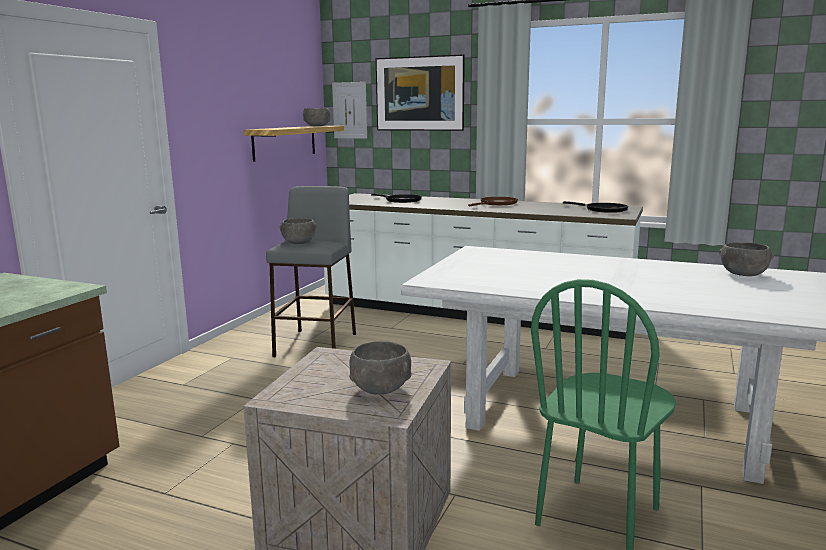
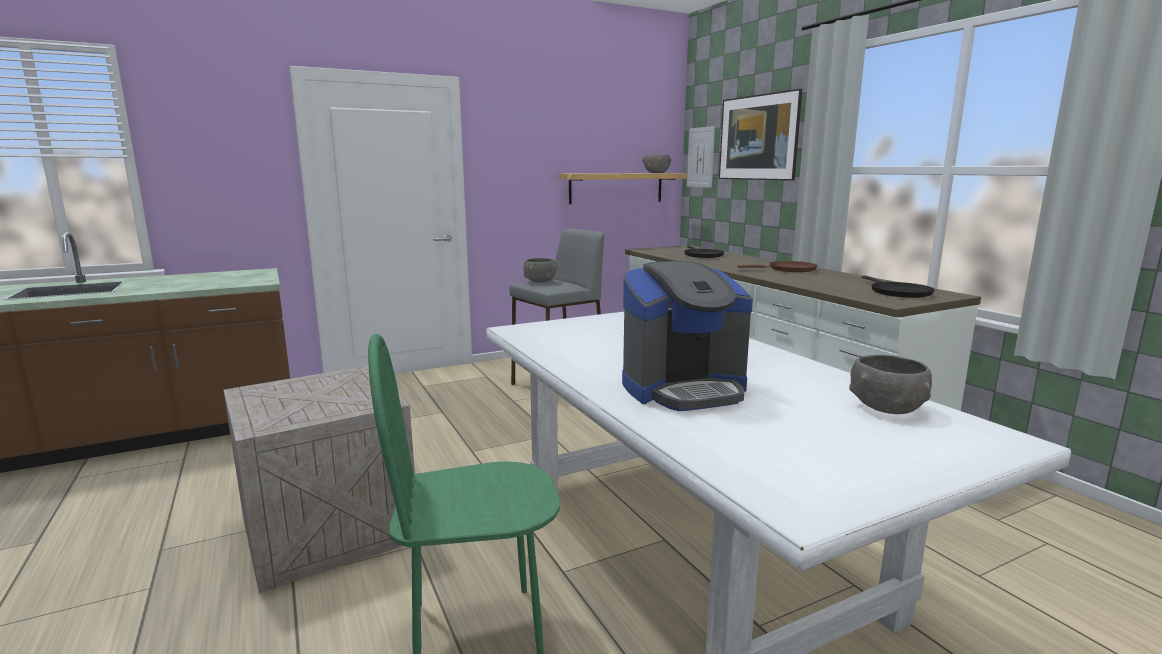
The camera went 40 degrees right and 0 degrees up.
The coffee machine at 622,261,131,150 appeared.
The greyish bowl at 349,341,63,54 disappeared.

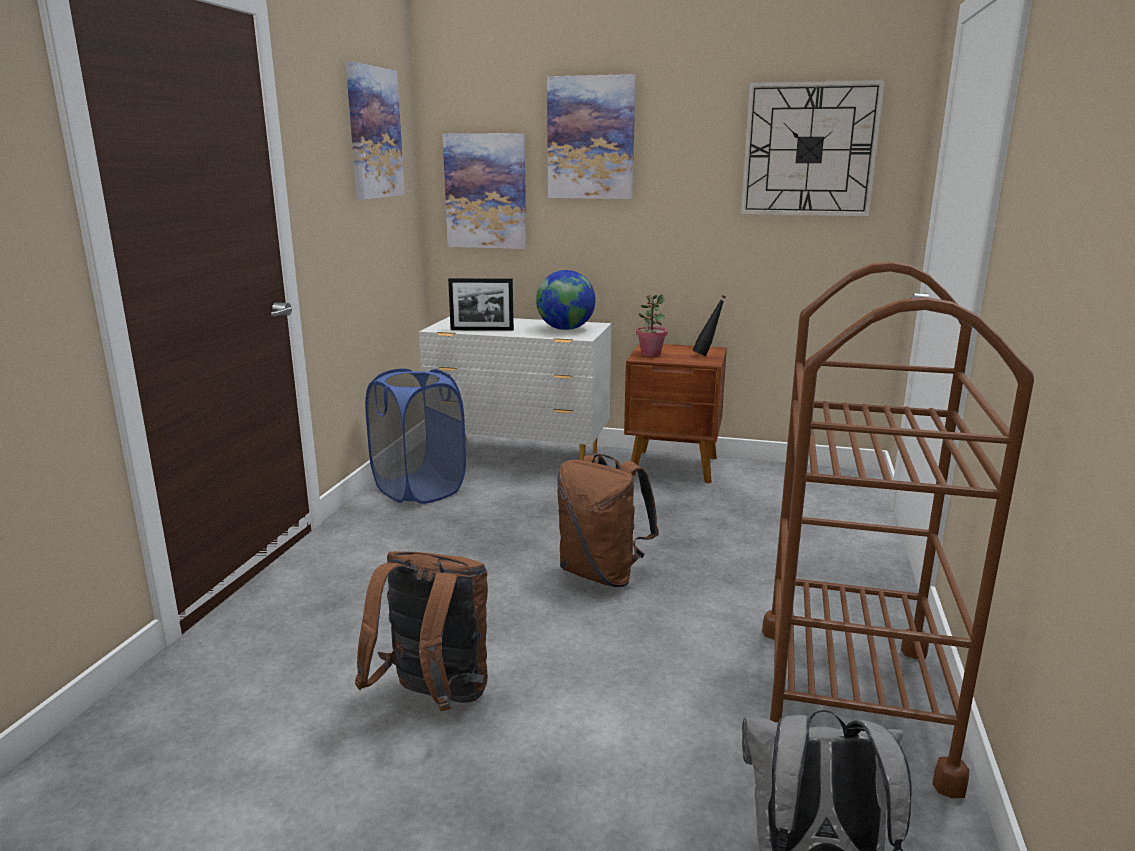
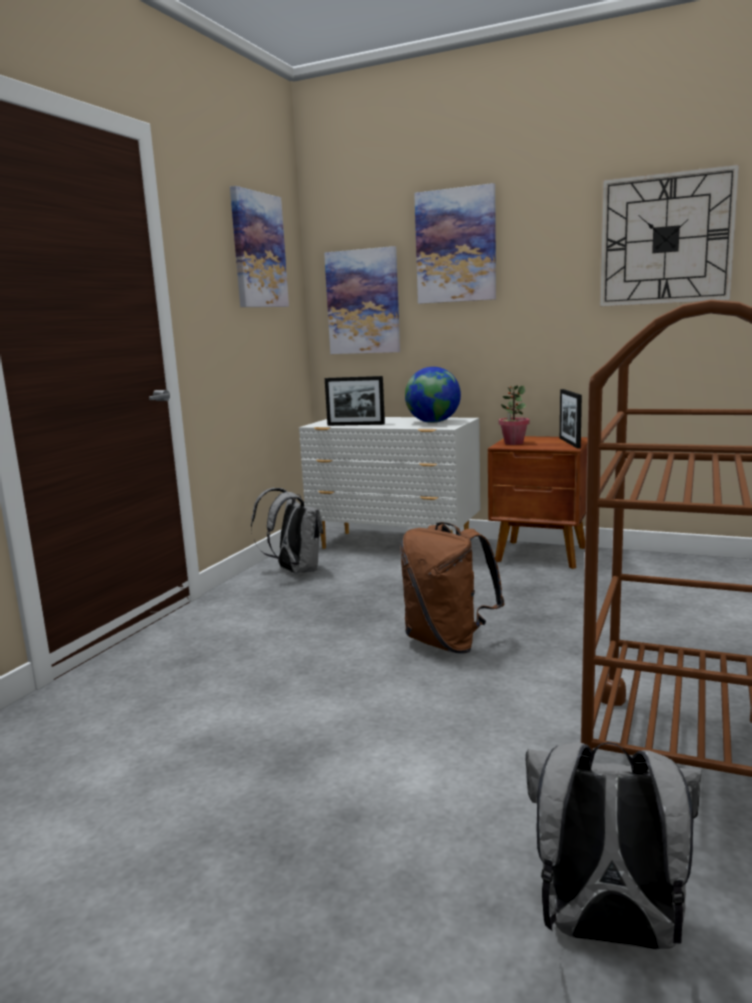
The camera went 10 degrees right and 5 degrees down.
The blue-coloured hamper at 365,369,101,135 was replaced by the greyish rucksack at 251,488,72,86.
The black drink bottle at 693,295,33,61 was replaced by the picture frame at 560,389,22,59.
The brownish rucksack at 355,551,133,160 disappeared.

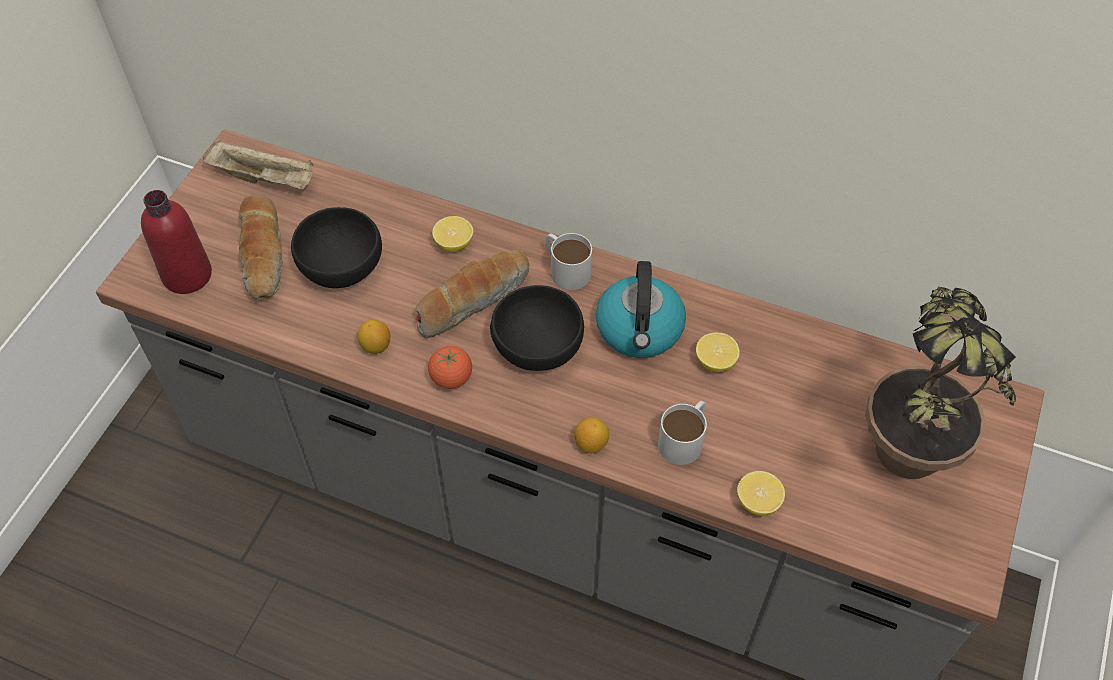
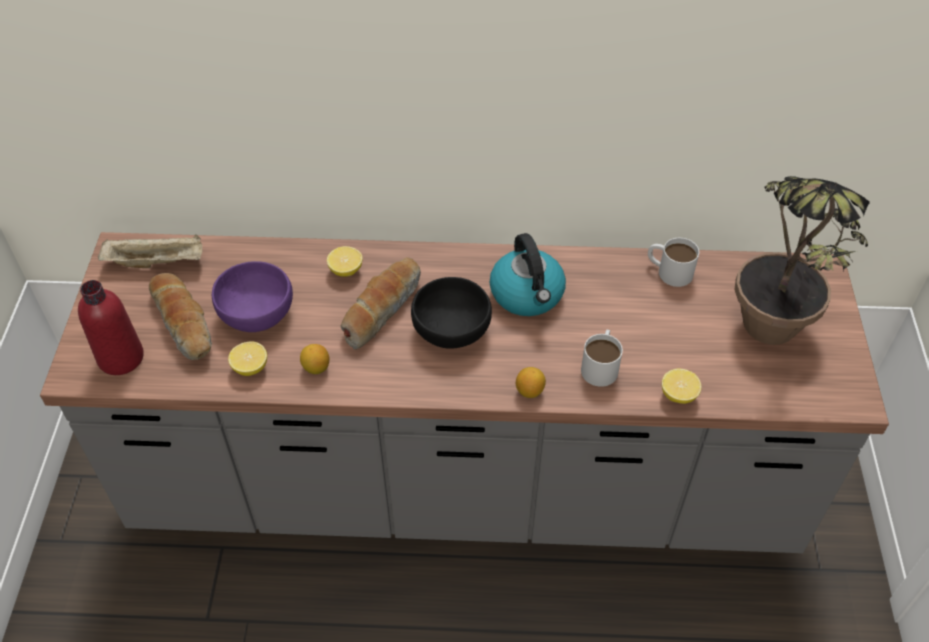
The camera went 20 degrees left and 5 degrees down.
The black bowl at 291,207,91,81 became the purple bowl at 212,261,81,71.
The citrus fruit moved from 696,333,44,39 to 228,341,39,35.
The white coffee mug moved from 545,233,47,57 to 648,238,51,49.
The fresh tomato at 428,346,44,43 disappeared.

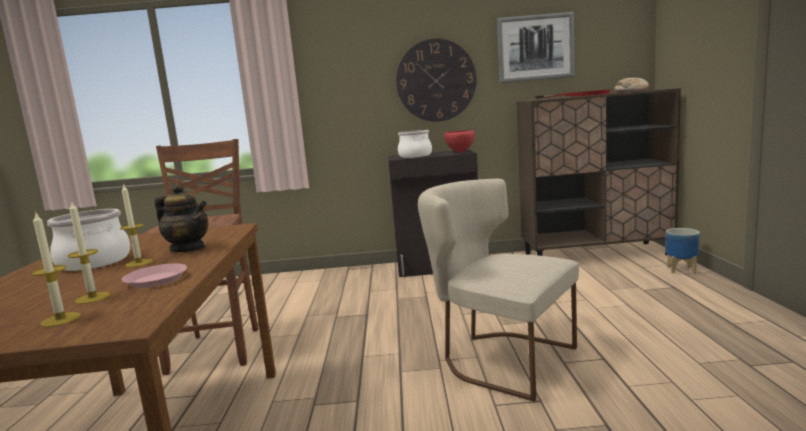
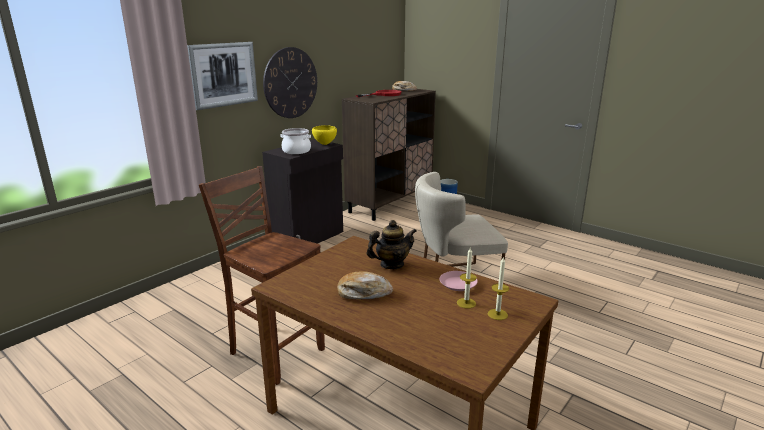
The camera went 50 degrees left and 10 degrees up.
The picture moved from 497,12,78,71 to 187,42,71,68.
The red bowl at 444,130,31,23 became the yellow-coloured bowl at 312,125,25,20.
The stockpot at 47,209,83,62 was replaced by the bread at 337,271,56,28.
The wax light at 120,183,32,84 disappeared.

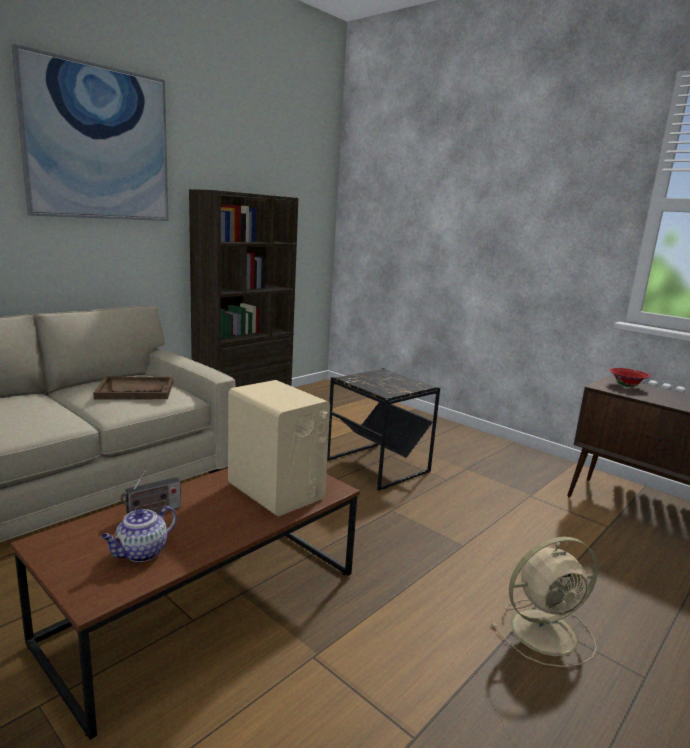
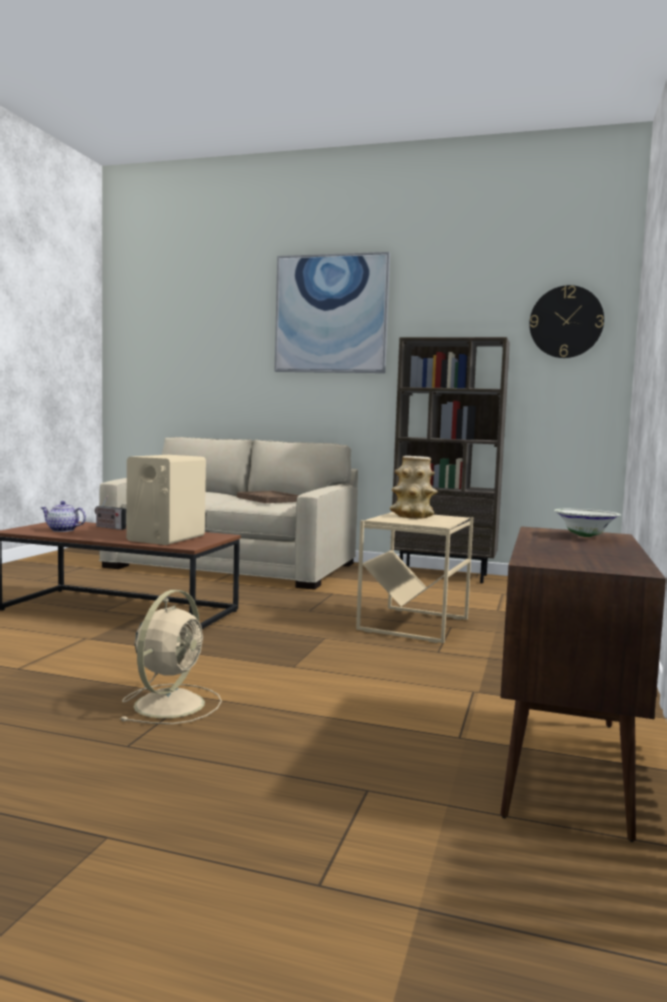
The camera went 65 degrees right and 10 degrees down.
The beige fan at 491,537,107,130 turned 120 degrees counterclockwise.
The black accent table at 327,368,113,123 became the beige accent table at 356,512,117,131.
The vase at 390,456,48,62 appeared.
The wall clock at 529,285,75,73 appeared.
The red bowl at 609,368,41,19 became the white bowl at 554,509,67,28.

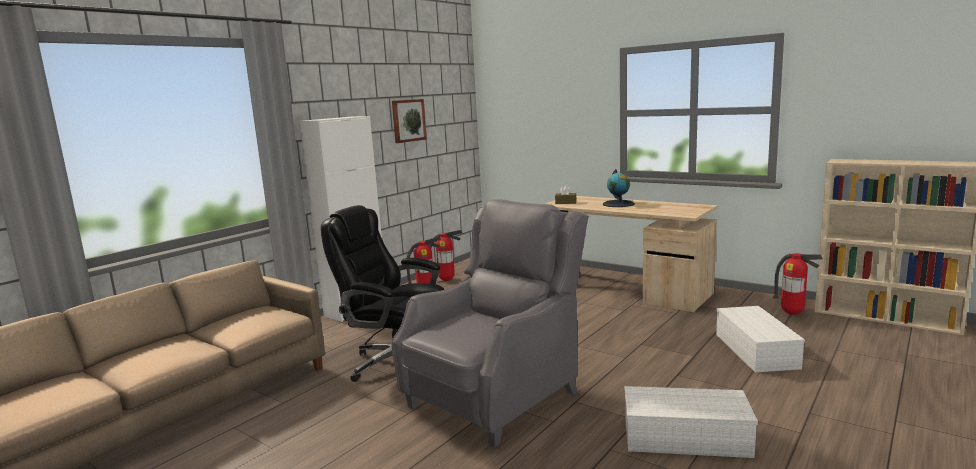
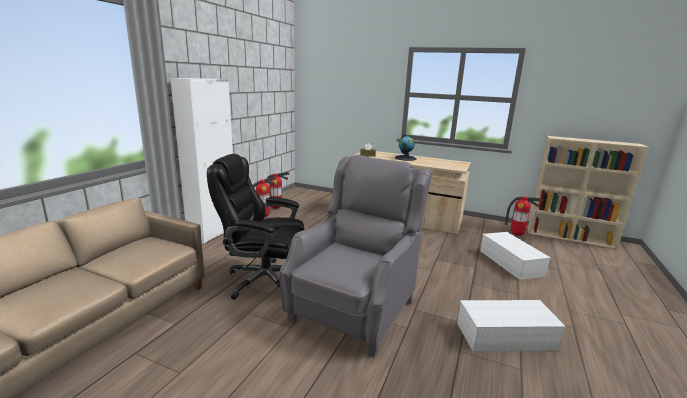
The camera went 15 degrees left and 5 degrees up.
The picture at 392,99,35,44 disappeared.

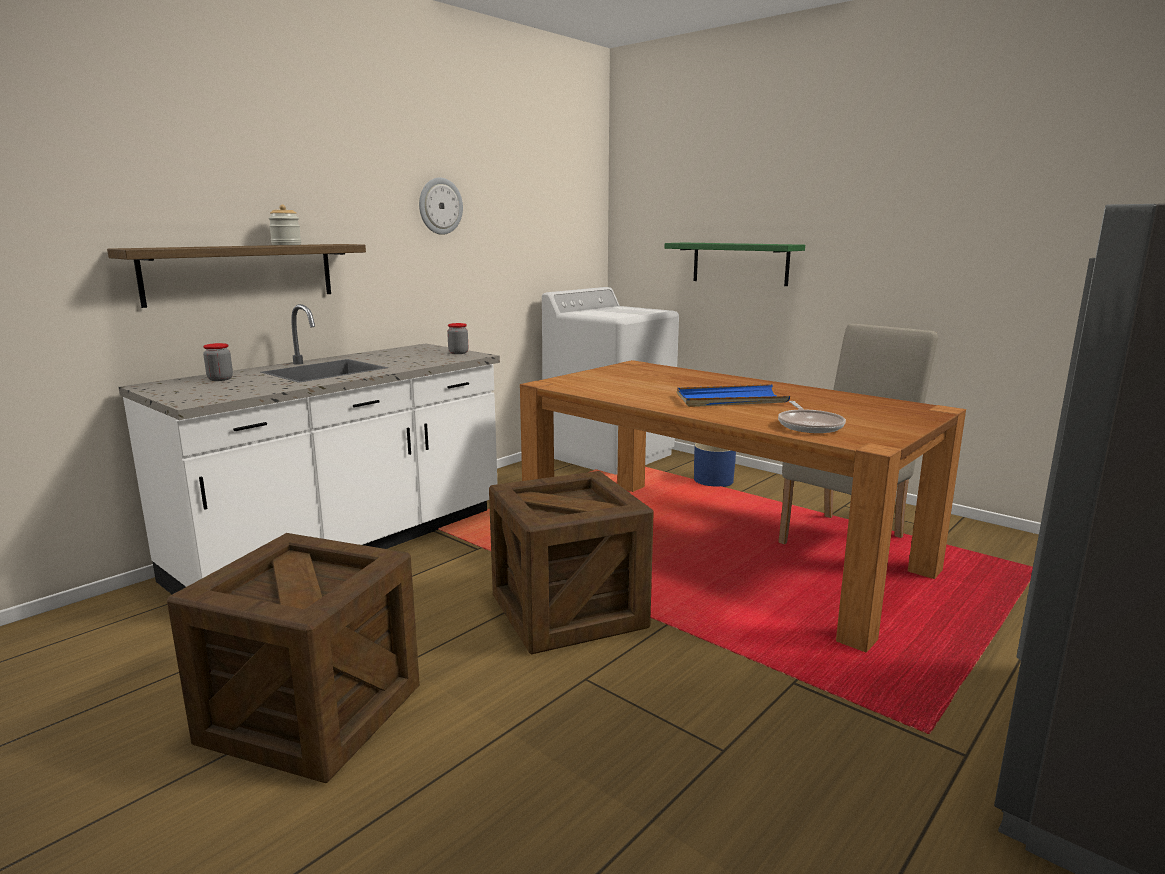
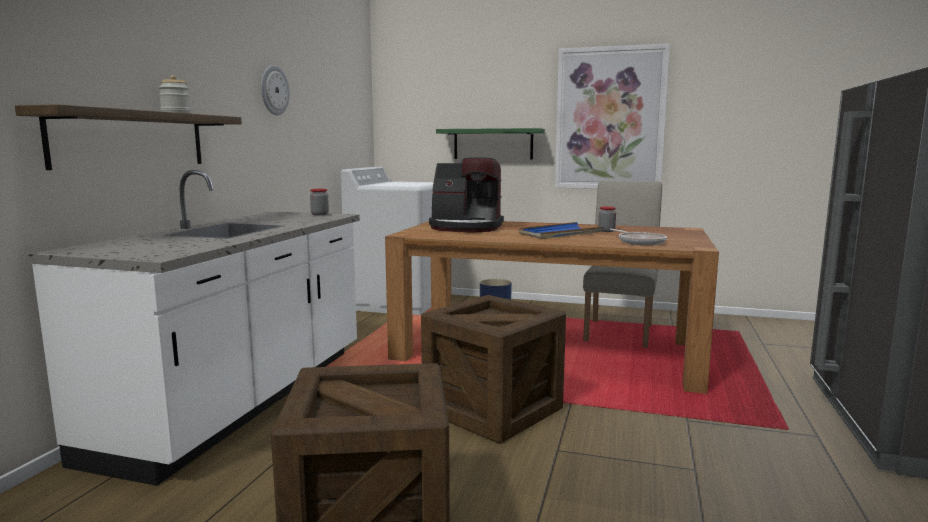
The camera went 25 degrees left and 5 degrees down.
The coffee machine at 429,157,75,75 appeared.
The picture at 555,44,115,145 appeared.
The preserve jar moved from 203,343,30,38 to 598,206,18,26.

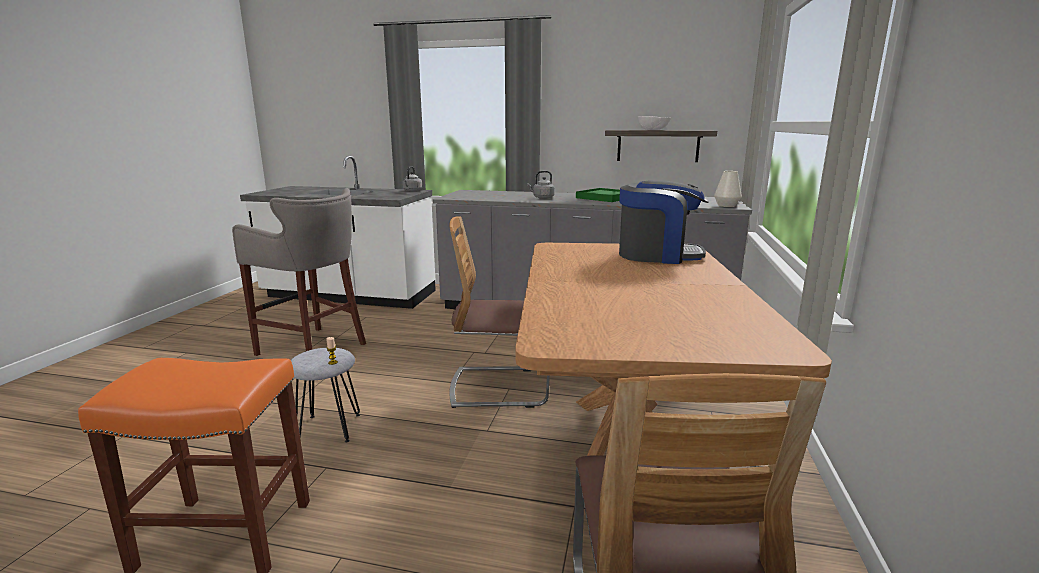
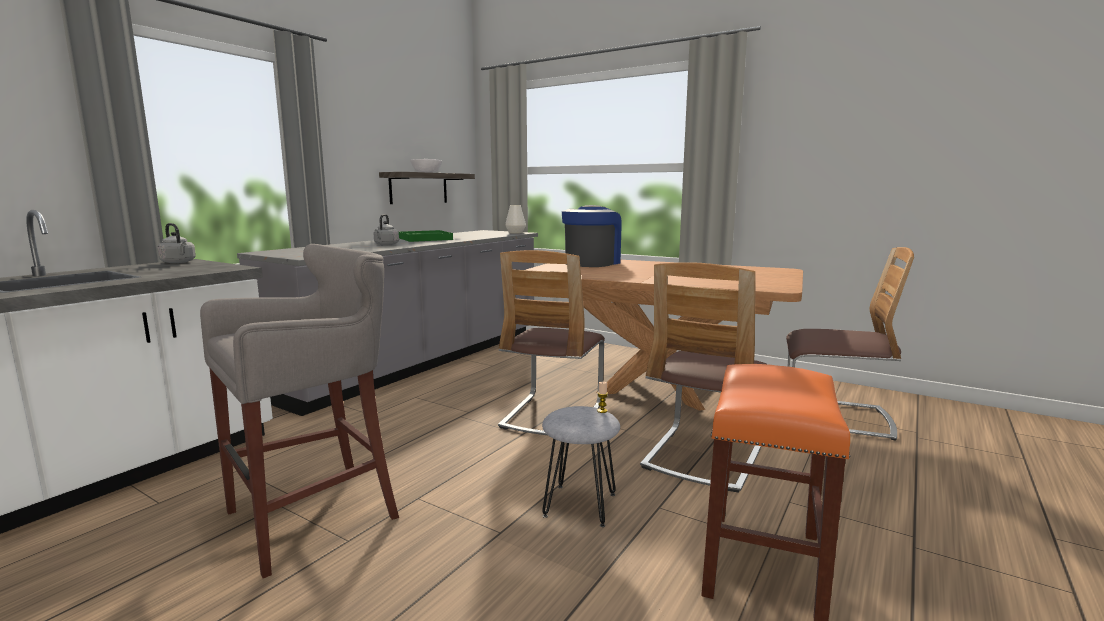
The camera went 70 degrees left and 5 degrees down.
The plain chair at 640,262,126,231 appeared.

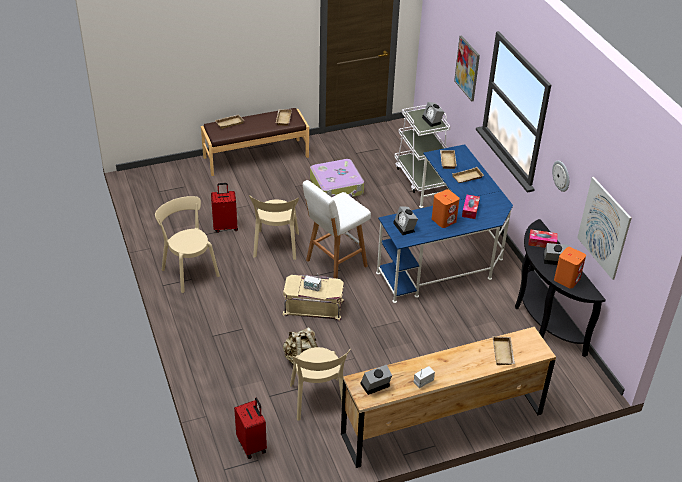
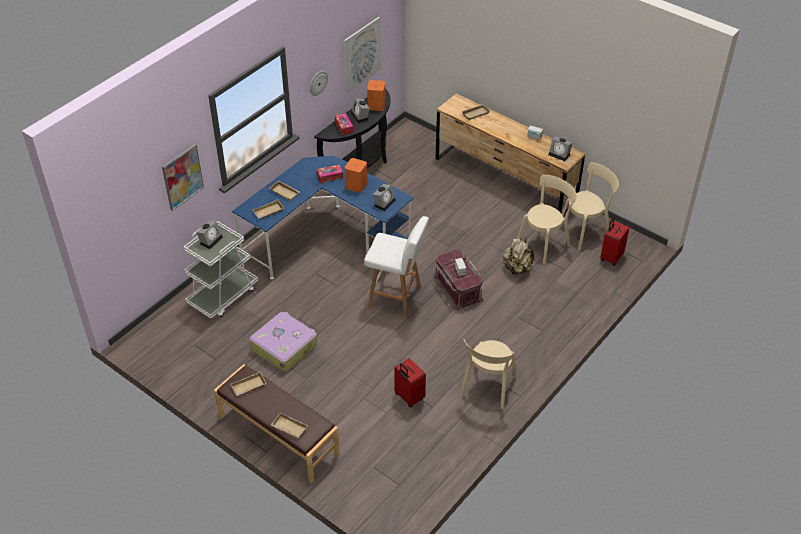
The camera went 120 degrees left and 5 degrees up.
The beige storage box at 282,275,62,47 became the red storage box at 434,250,49,60.
The beige plain chair moved from 249,195,50,65 to 562,162,57,88.

